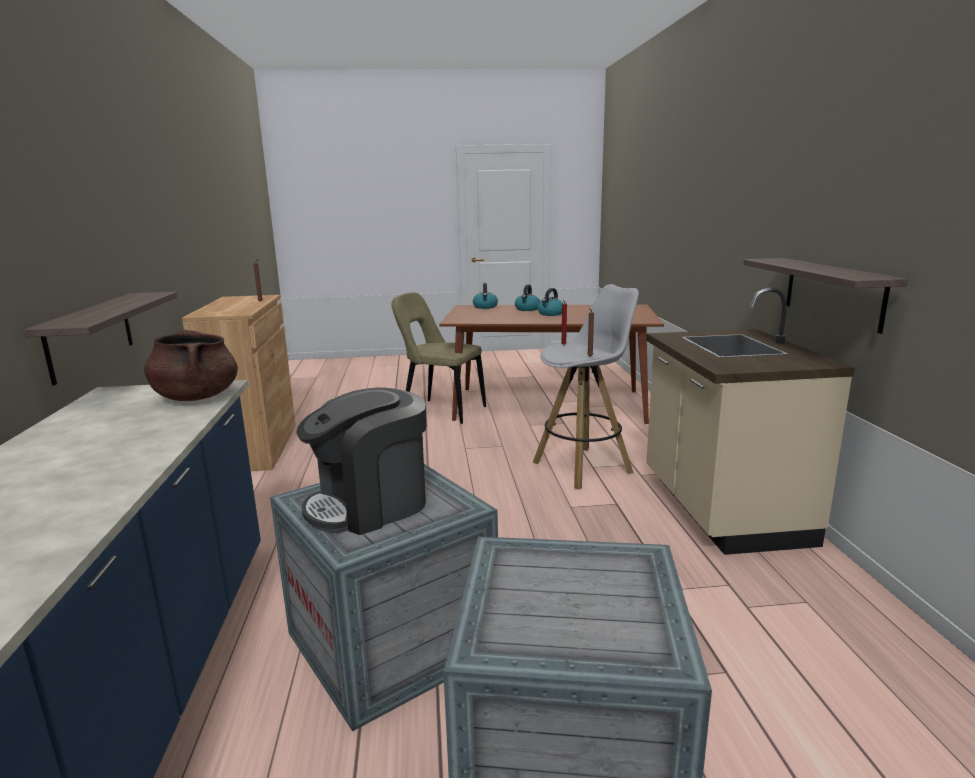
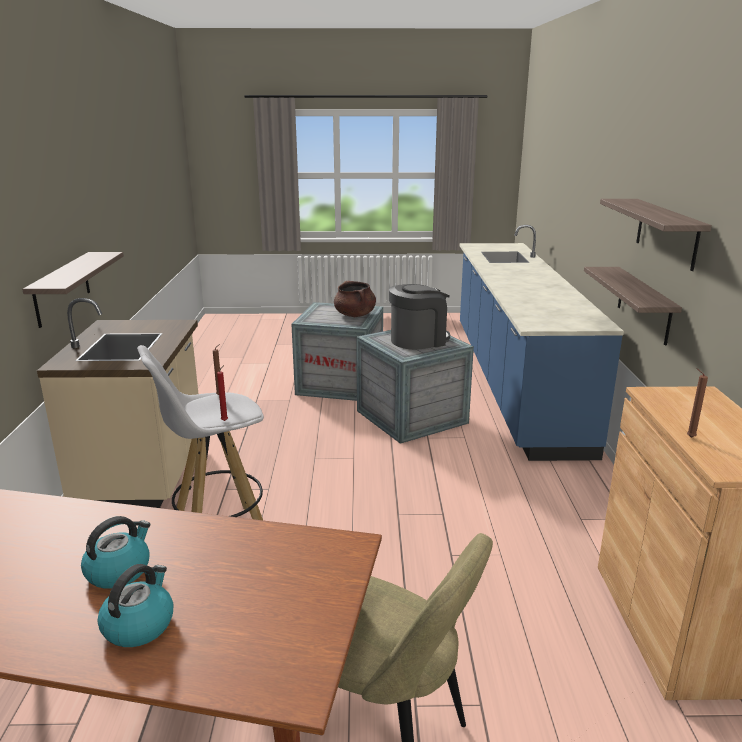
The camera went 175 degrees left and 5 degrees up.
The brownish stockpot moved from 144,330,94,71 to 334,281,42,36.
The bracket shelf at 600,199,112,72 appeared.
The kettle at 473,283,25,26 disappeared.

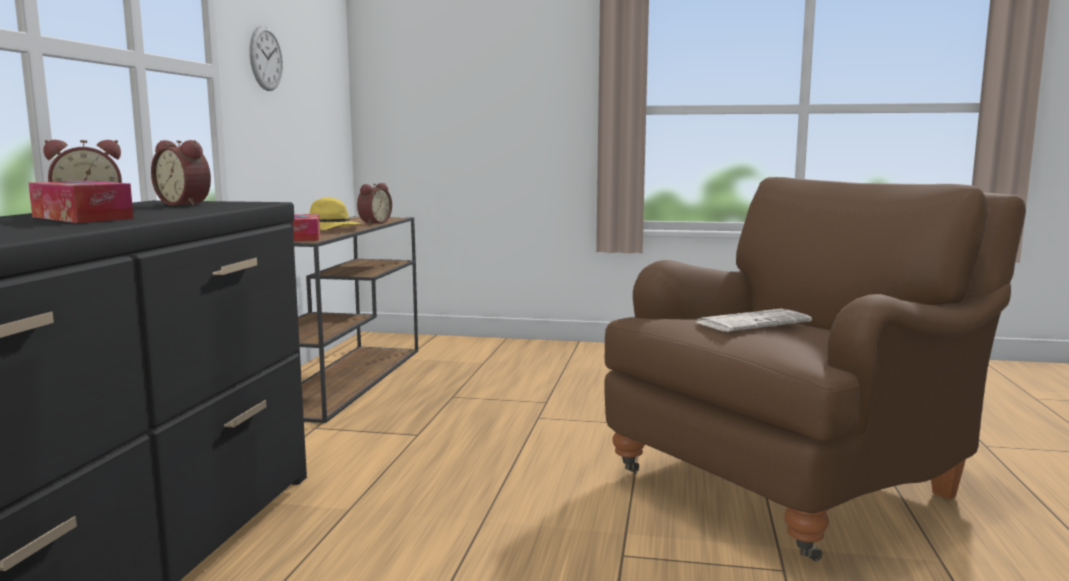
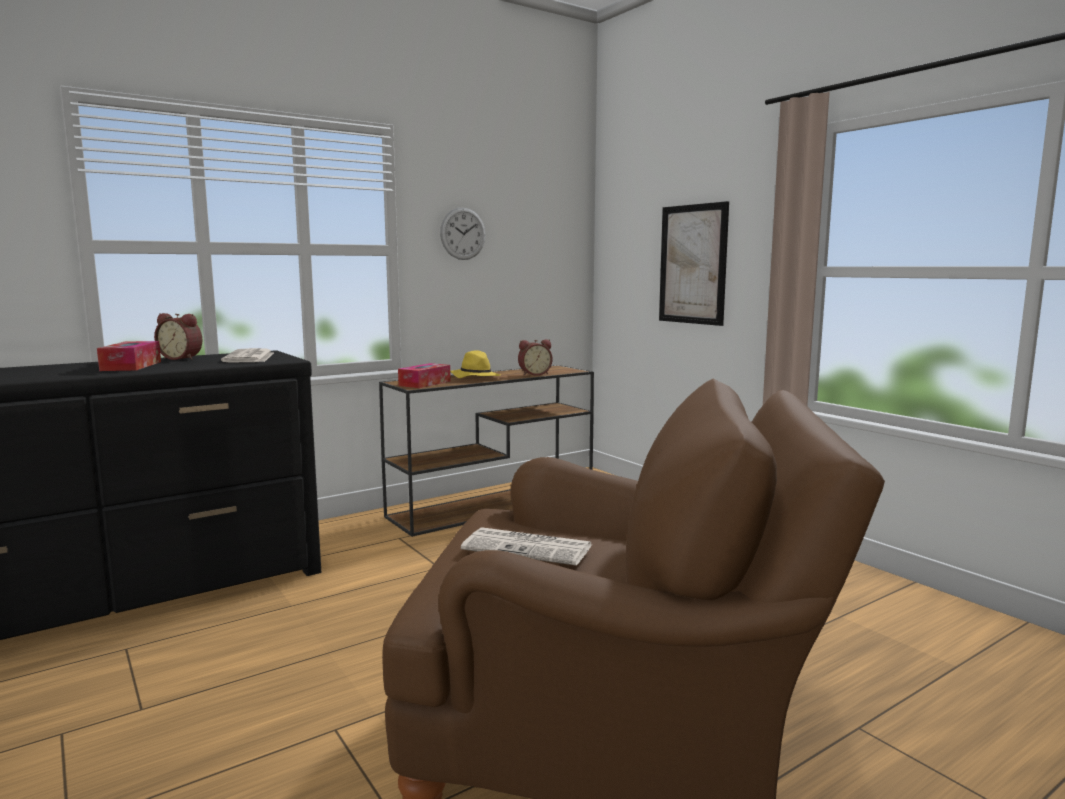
The camera went 45 degrees right and 0 degrees up.
The alarm clock at 151,140,60,66 was replaced by the daily paper at 221,348,53,15.
The picture at 659,201,70,125 appeared.

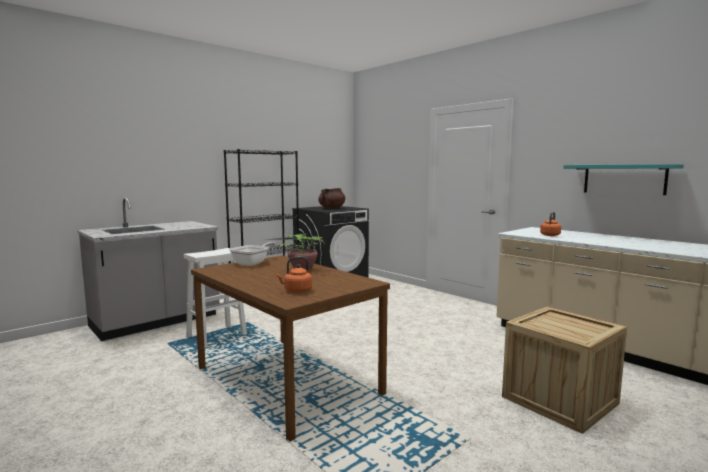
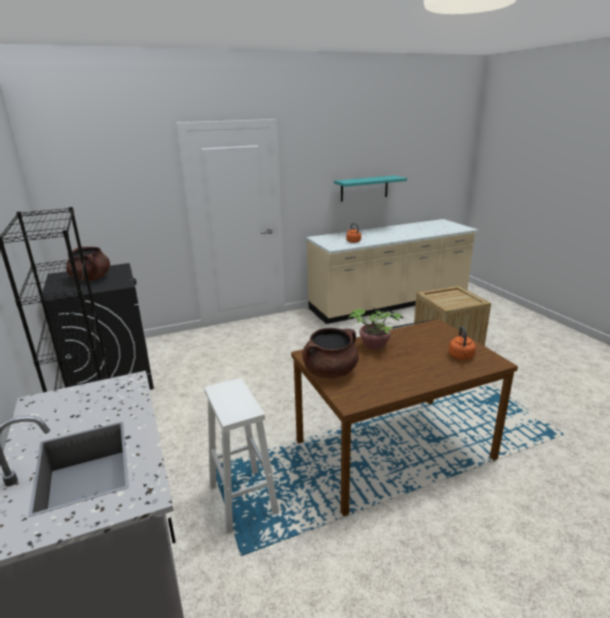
The camera went 70 degrees left and 15 degrees up.
The pan at 229,242,47,24 was replaced by the brownish stockpot at 302,328,57,51.

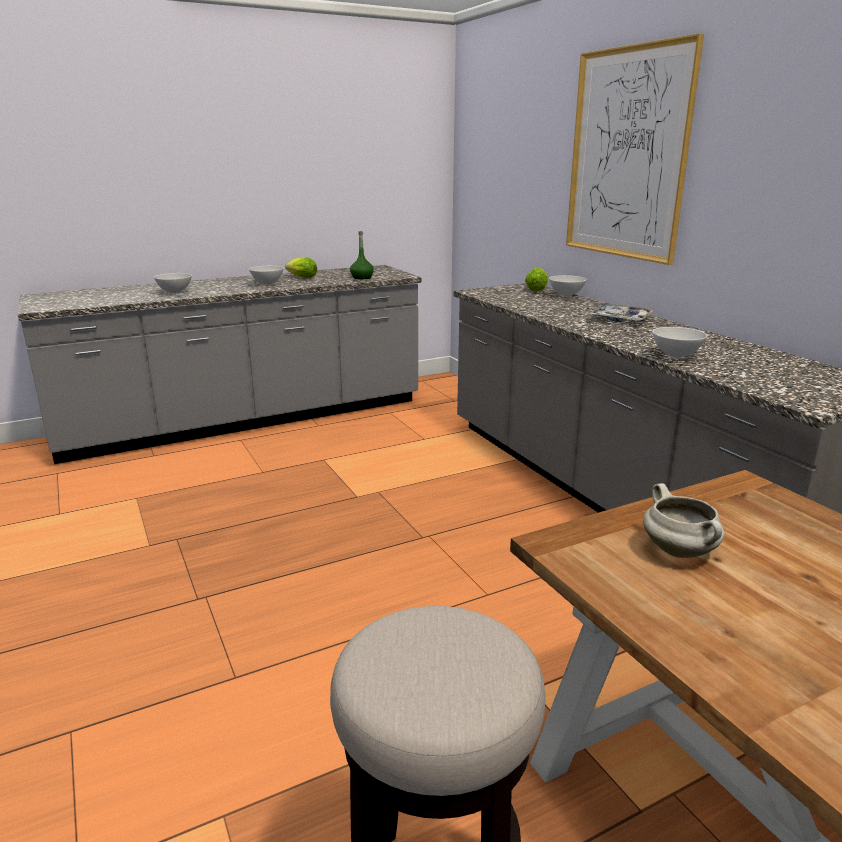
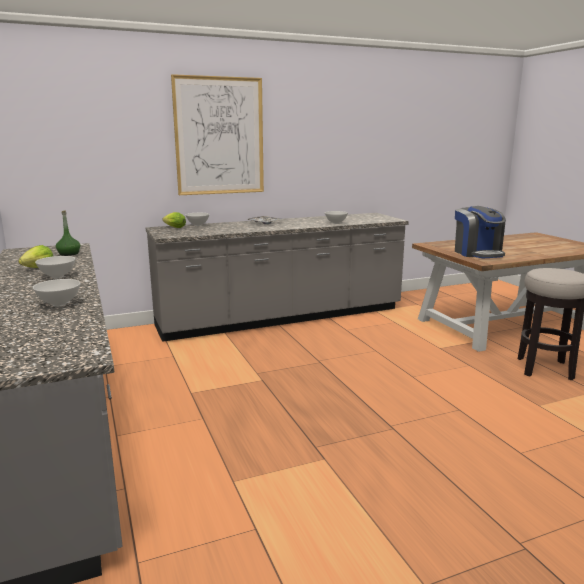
The camera went 85 degrees left and 5 degrees down.
The white stockpot at 643,483,82,75 was replaced by the coffee machine at 455,206,51,52.

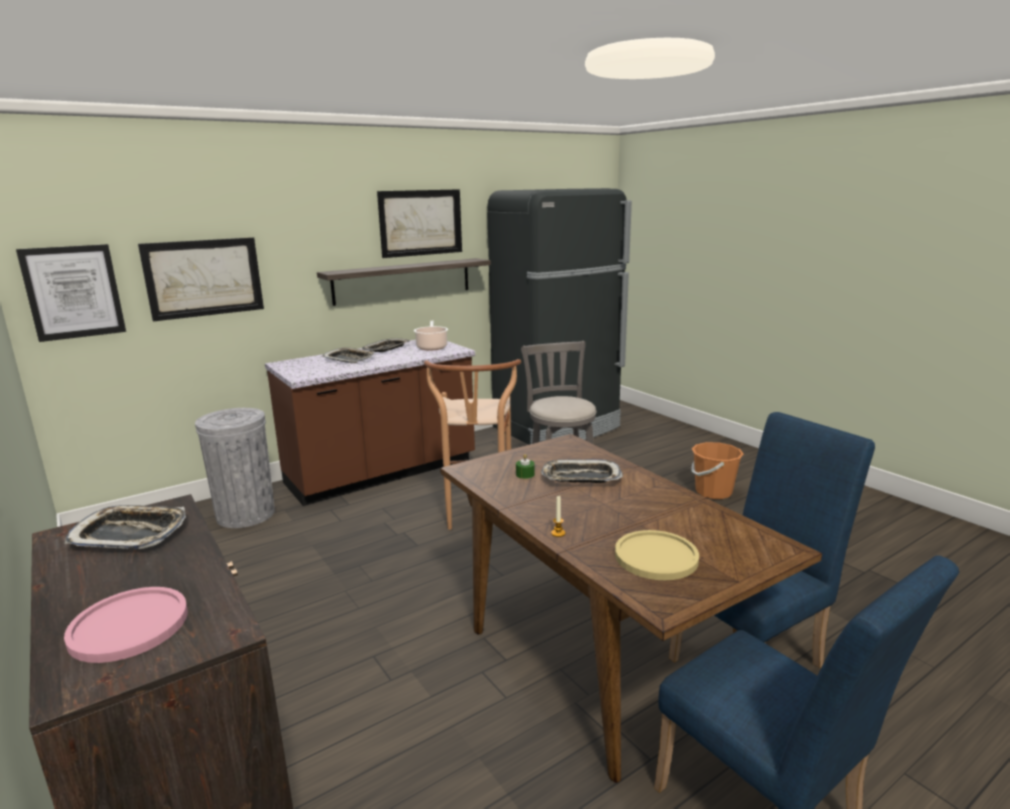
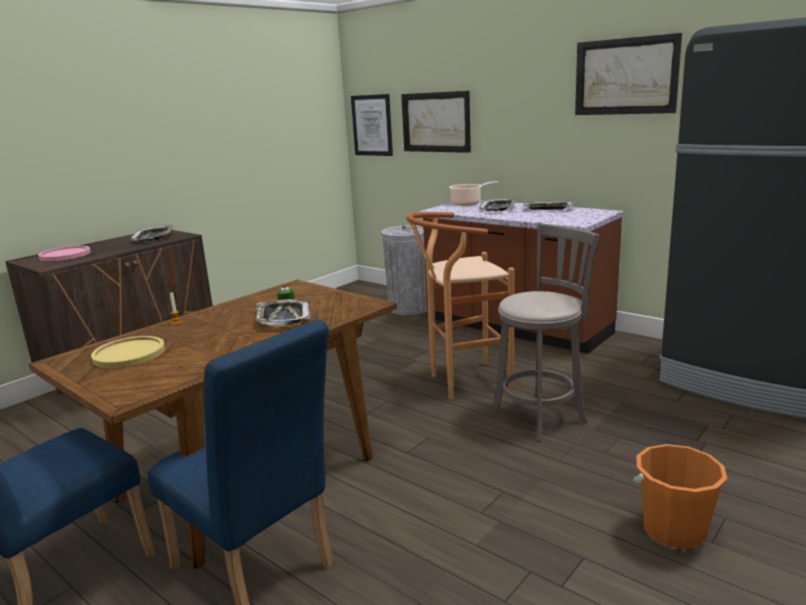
The camera went 75 degrees right and 0 degrees up.
The stockpot moved from 414,321,34,30 to 449,181,50,25.
The bracket shelf at 317,258,174,48 disappeared.

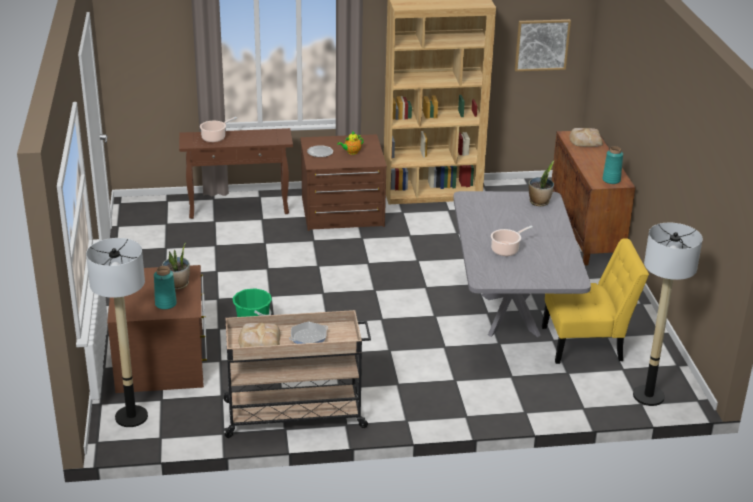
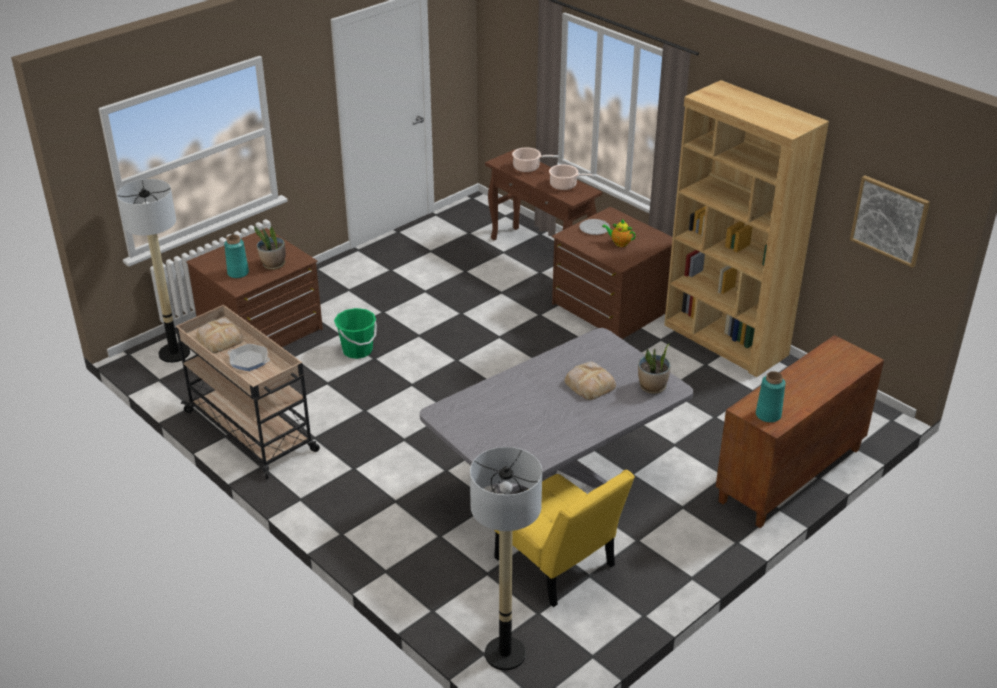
The camera went 55 degrees right and 5 degrees up.
The stockpot moved from 491,226,42,30 to 549,164,47,26.
The bread moved from 570,128,33,19 to 565,362,51,38.

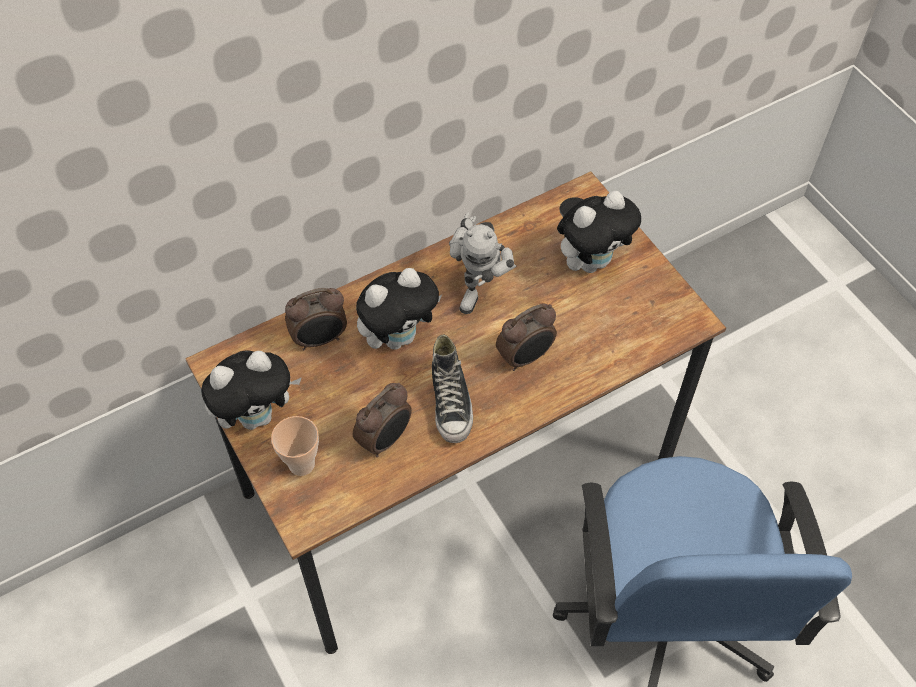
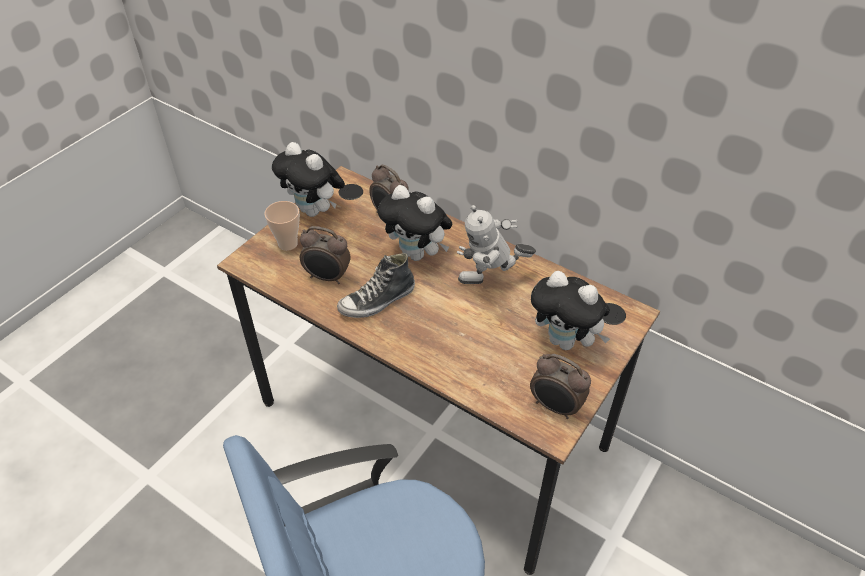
The camera went 65 degrees right and 10 degrees down.
The alarm clock moved from 496,304,61,67 to 530,354,61,65.

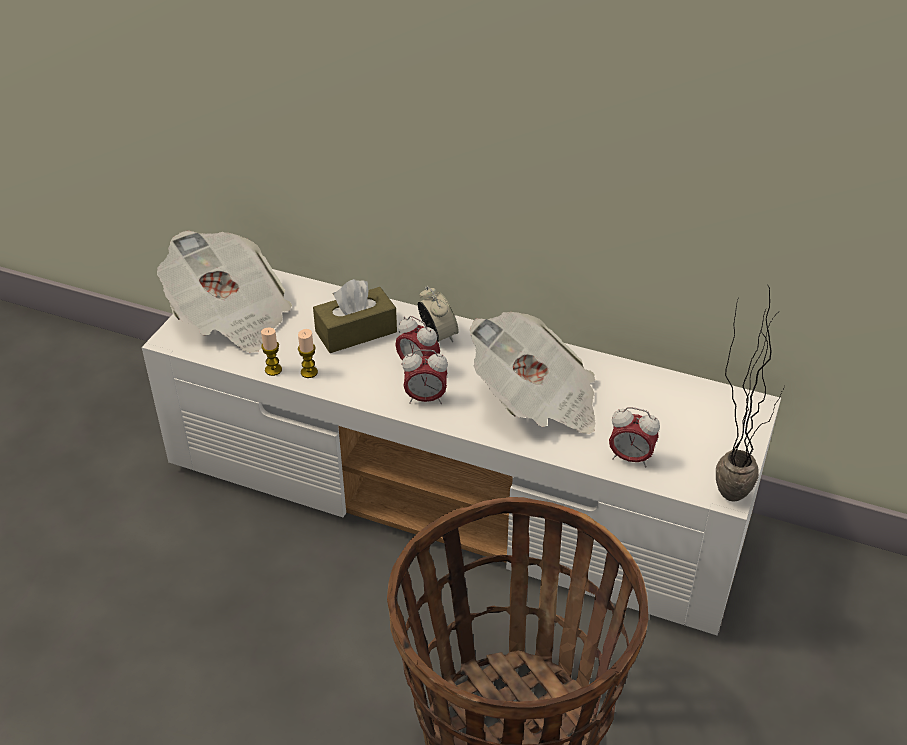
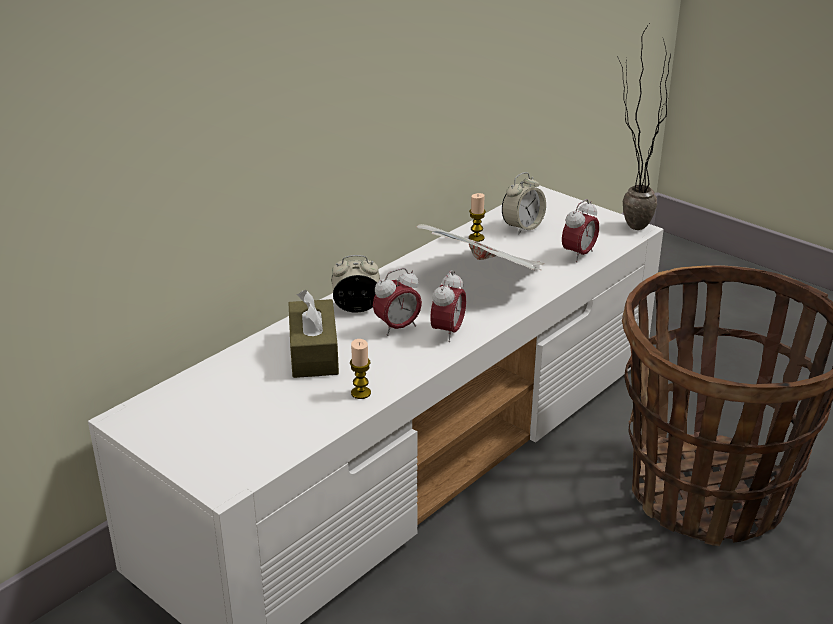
The camera went 70 degrees left and 10 degrees down.
The wax light moved from 261,328,21,48 to 469,193,17,49.
The alarm clock at 502,172,44,62 appeared.
The daily paper at 157,230,135,122 disappeared.

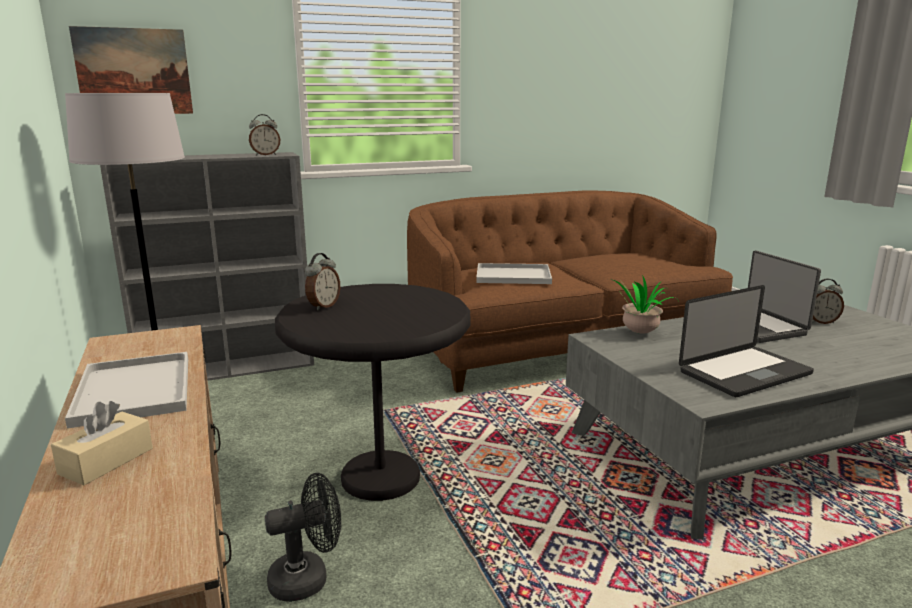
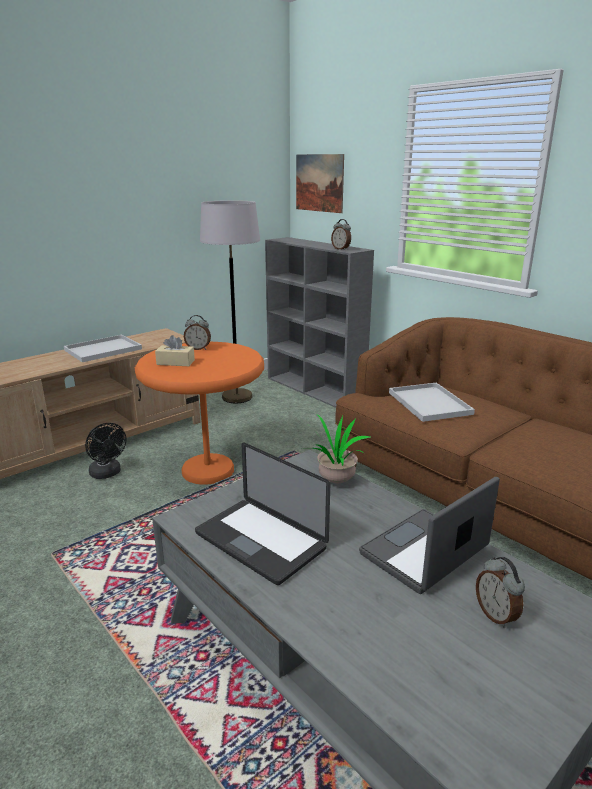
The camera went 70 degrees right and 5 degrees up.
The black accent table at 275,284,196,217 became the orange accent table at 135,342,129,143.
The beige box of tissues moved from 51,401,102,84 to 155,335,40,31.

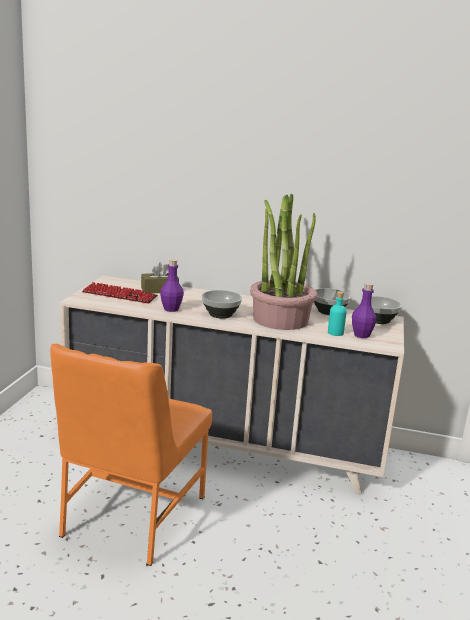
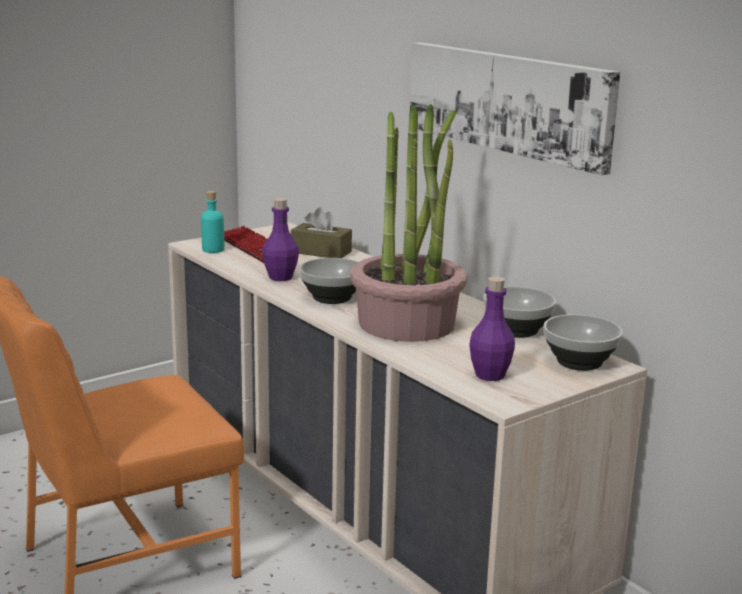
The camera went 40 degrees right and 0 degrees up.
The blue-green drink bottle moved from 328,291,19,45 to 201,191,24,62.
The picture at 410,42,210,134 appeared.

